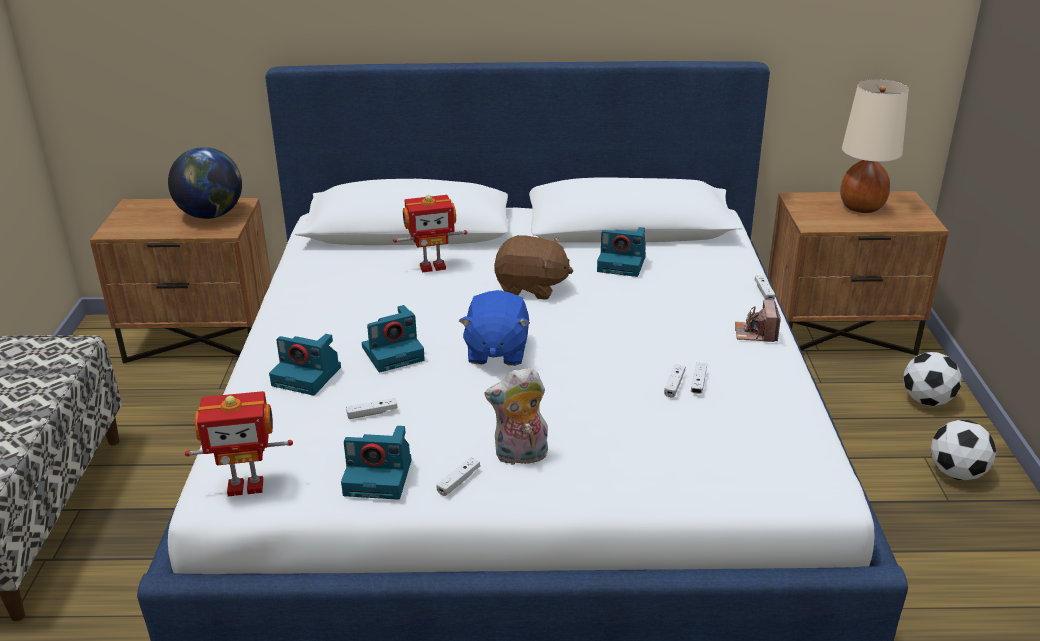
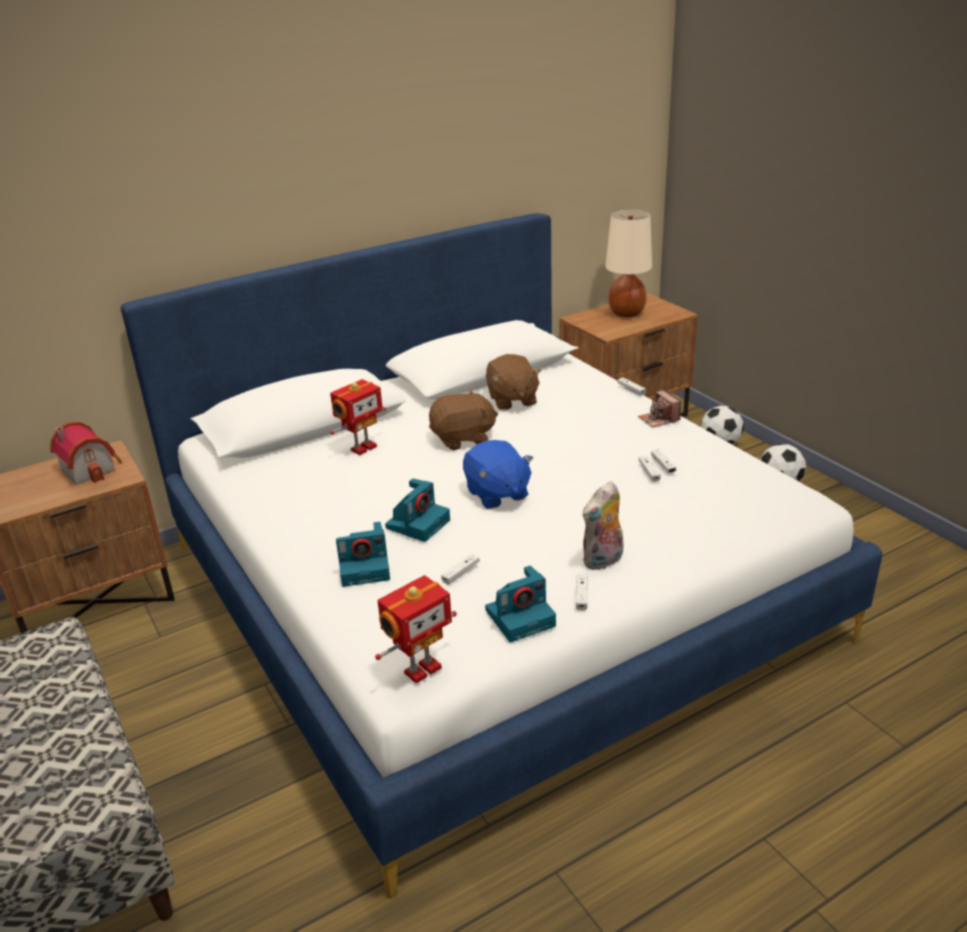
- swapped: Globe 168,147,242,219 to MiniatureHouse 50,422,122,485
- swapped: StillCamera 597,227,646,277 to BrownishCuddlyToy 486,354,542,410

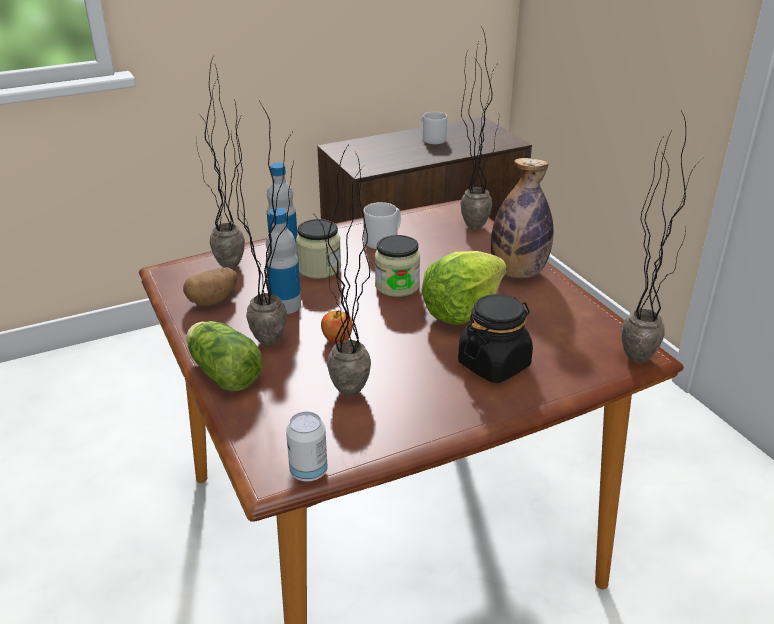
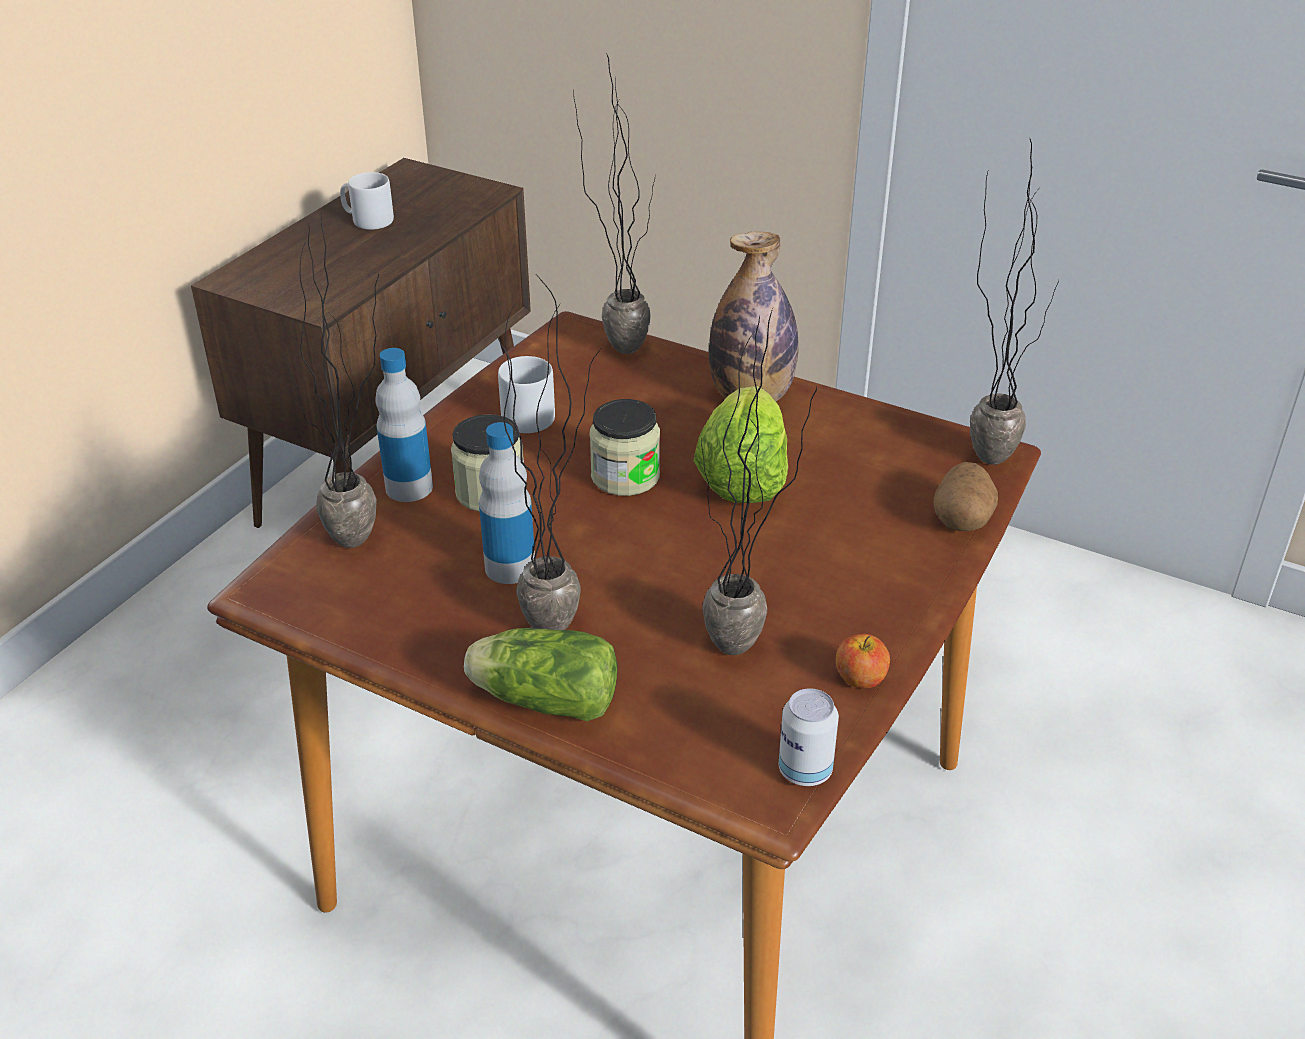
- shifted: Spud 183,267,237,306 to 933,462,998,531
- gone: BlackishStorageJar 458,294,533,383
- shifted: Apple 321,310,353,343 to 836,634,890,688

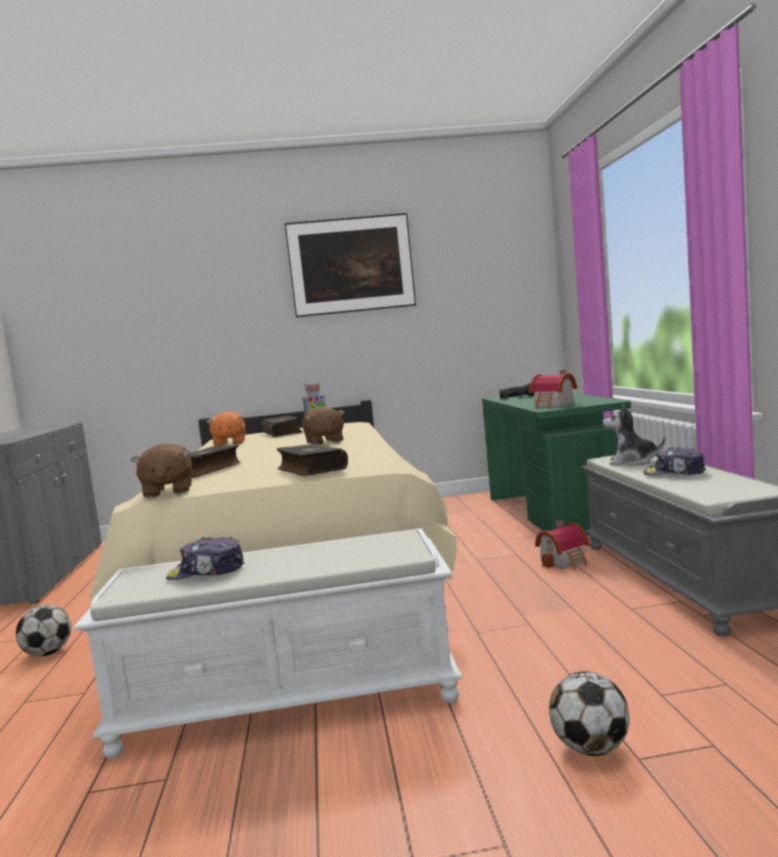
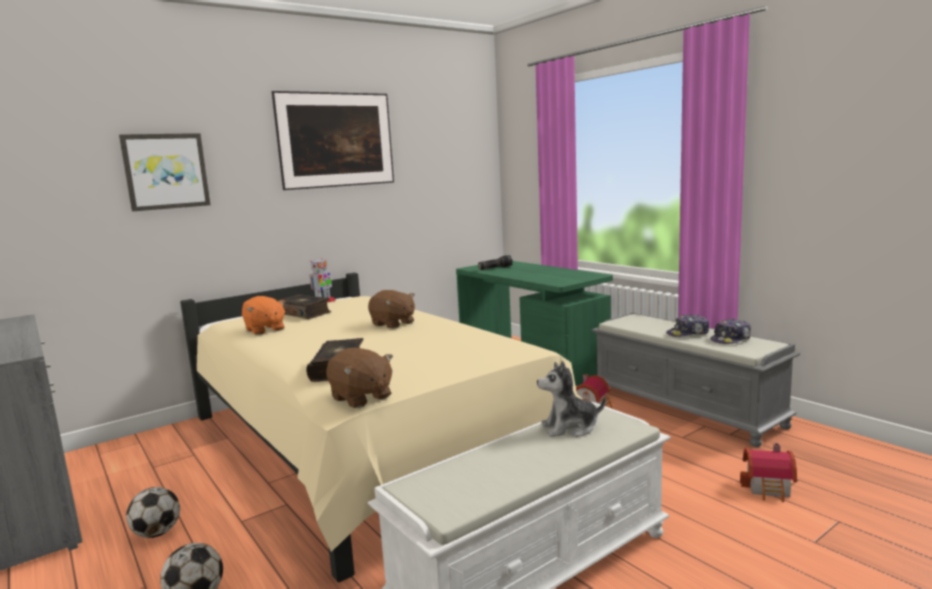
- shifted: MiniatureHouse 529,370,577,409 to 740,443,797,502
- shifted: CuddlyToy 603,403,665,466 to 537,361,606,437
- gone: BoundBook 277,444,348,476
- shifted: PeakedCap 166,537,244,580 to 710,319,751,344
- shifted: FootballBall 549,671,629,756 to 126,487,180,538
- new: WallPicture 119,133,211,211

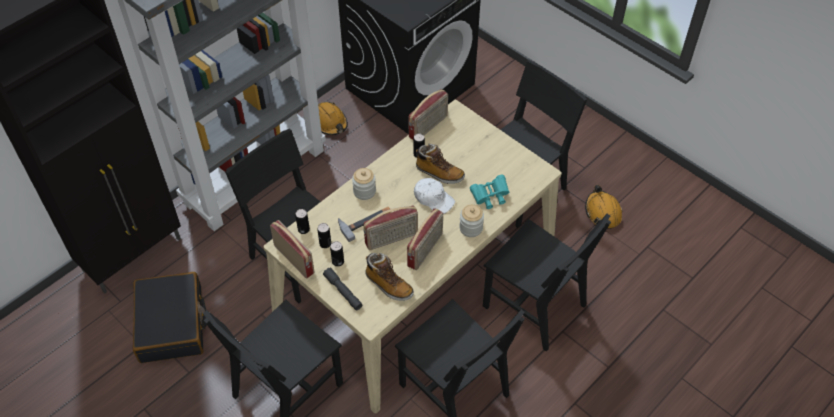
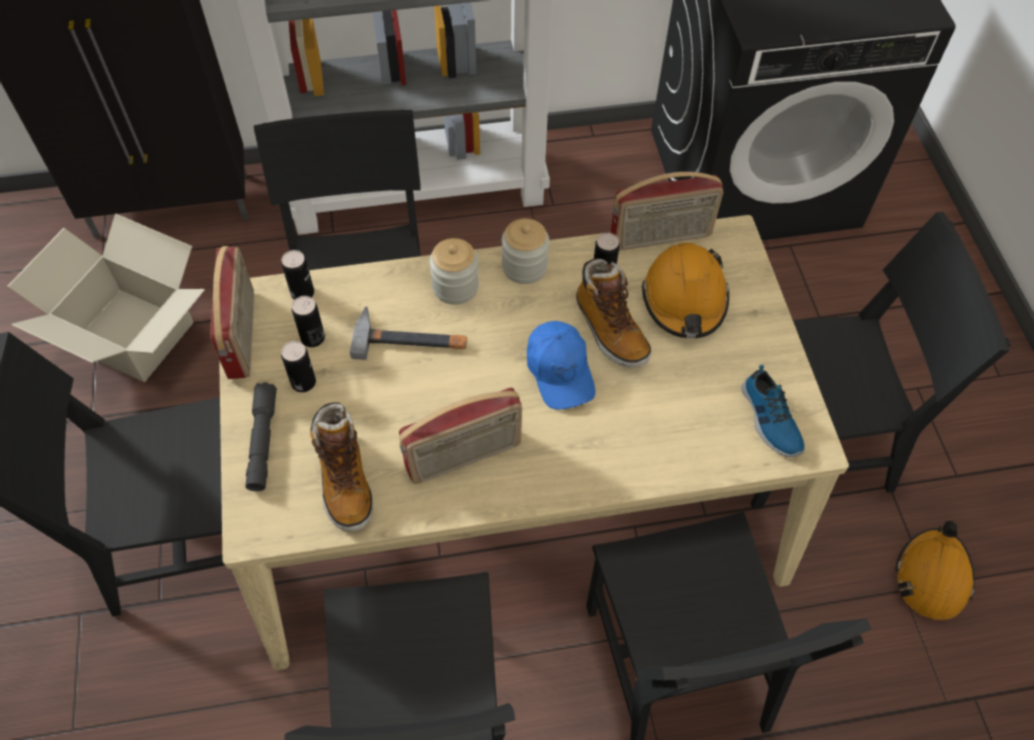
- shifted: OrangeSafetyHelmet 318,102,348,135 to 642,243,729,338
- gone: TurquoisePairOfBinoculars 470,175,509,209
- repainted: WhiteColouredPeakedCap 414,178,455,214 to BluishPeakedCap 527,321,595,410
- shifted: StorageJar 459,205,484,237 to 502,218,549,284
- gone: Radio 363,206,418,250
- swapped: BlackishSuitcase 133,272,207,363 to CardboardBox 7,214,205,383
- new: Shoe 741,365,805,457

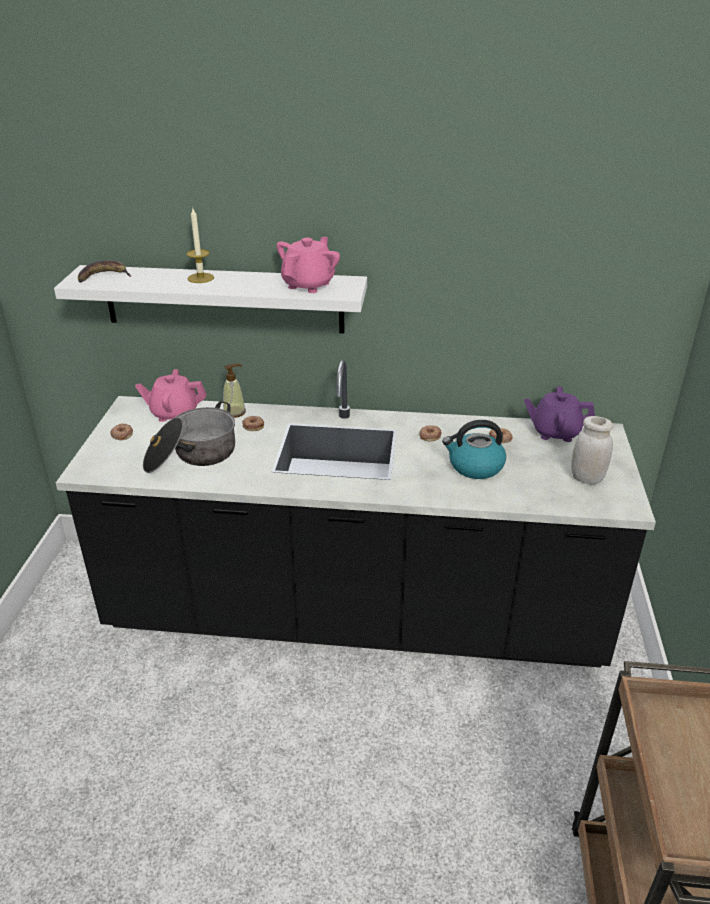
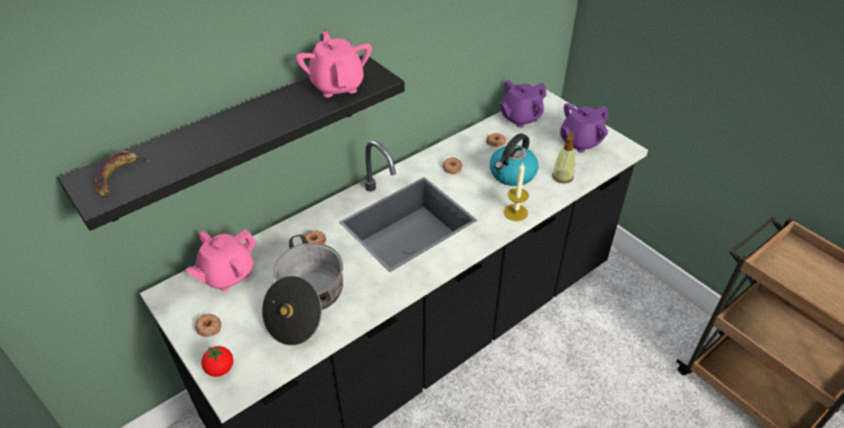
- shifted: WaxCandle 187,208,214,283 to 504,163,529,221
- repainted: WhiteColouredWallShelf 54,265,367,333 to BlackishWallShelf 58,56,405,231
- shifted: SoapBottle 223,364,246,418 to 552,131,575,183
- swapped: WhiteColouredStorageJar 571,416,613,485 to PurplePotForTea 560,103,608,153
- new: FreshTomato 201,346,233,377

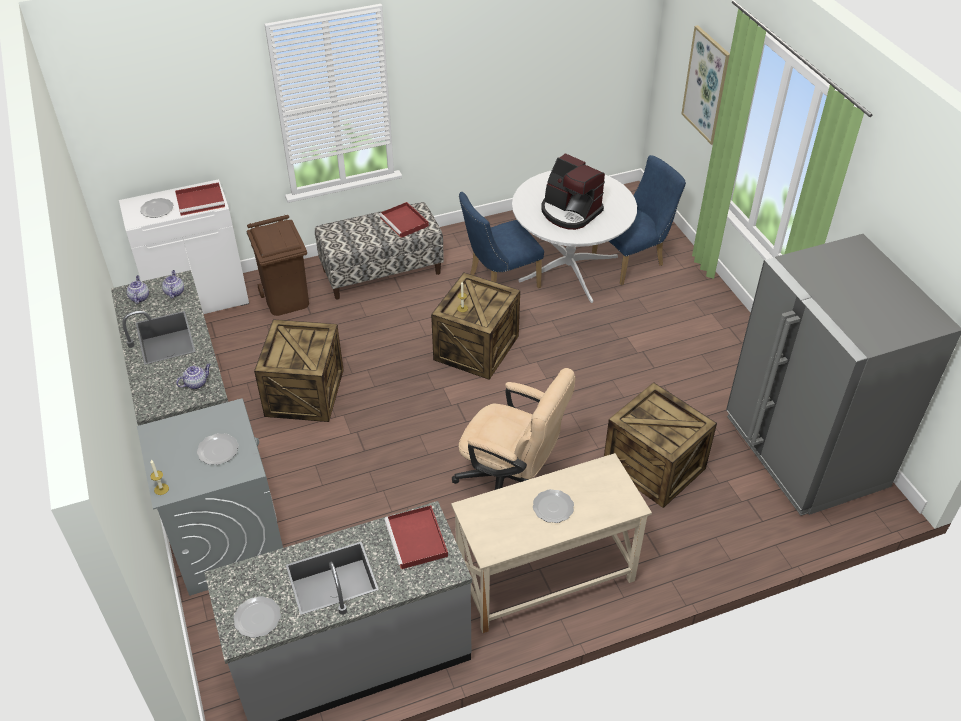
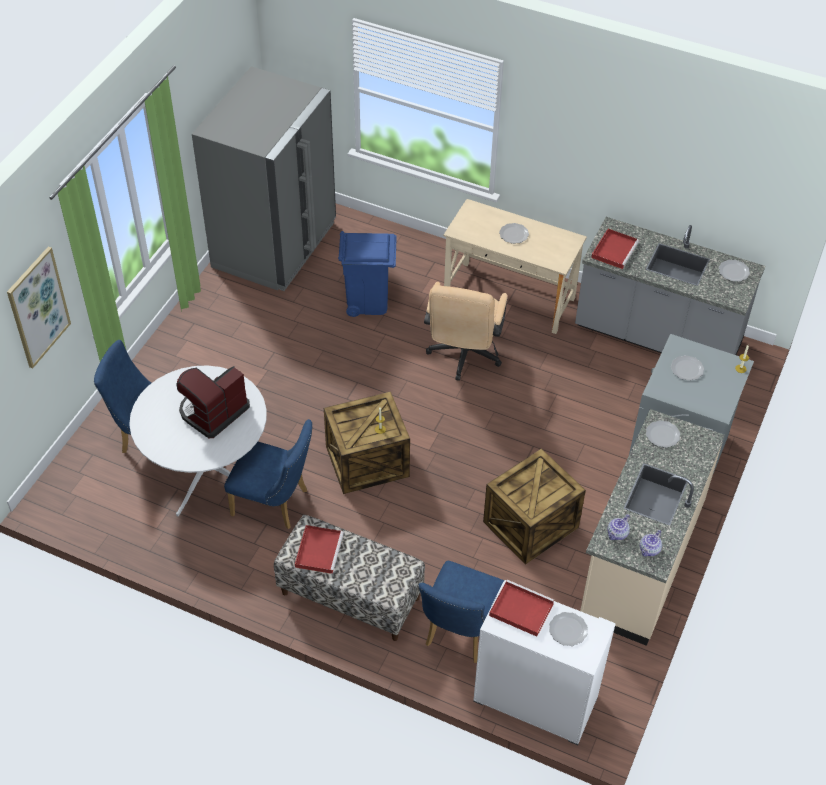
- rotated: CoffeeMachine 541,153,605,230 = 177,366,250,438 135 degrees counterclockwise
- swapped: BrownishRubbishBin 247,215,309,316 to BluishChair 419,561,504,663
- swapped: PotForTea 176,363,211,389 to FlatDish 646,420,680,448
- rotated: BeigeColouredDeskChair 452,368,576,490 = 424,282,508,381 150 degrees counterclockwise
- swapped: ShippingCrate 604,382,717,508 to BluishRubbishBin 338,231,397,317

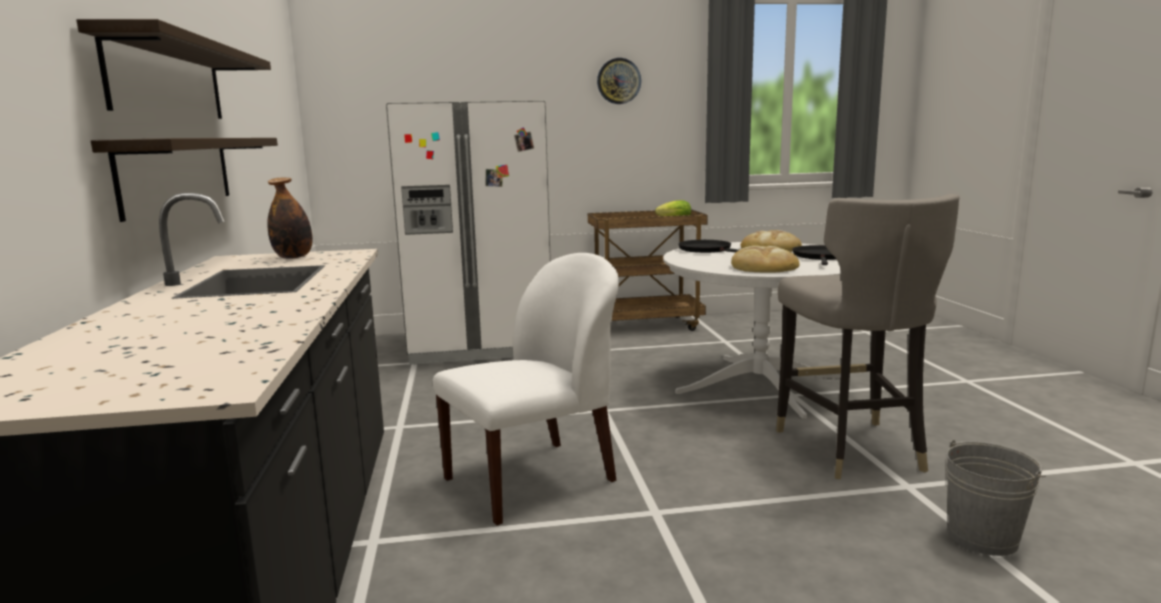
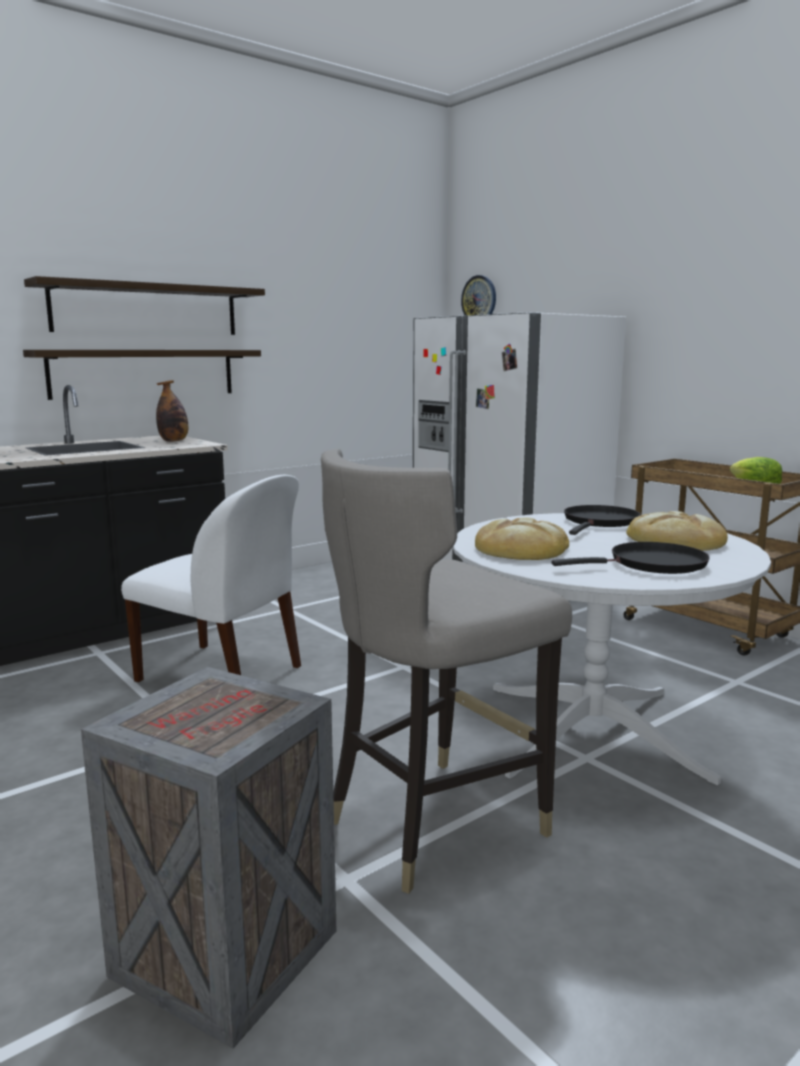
- shifted: ClockOnTheWall 597,58,641,104 to 461,275,496,316
- swapped: GreyBucket 946,440,1046,556 to ShippingCrate 81,667,336,1049

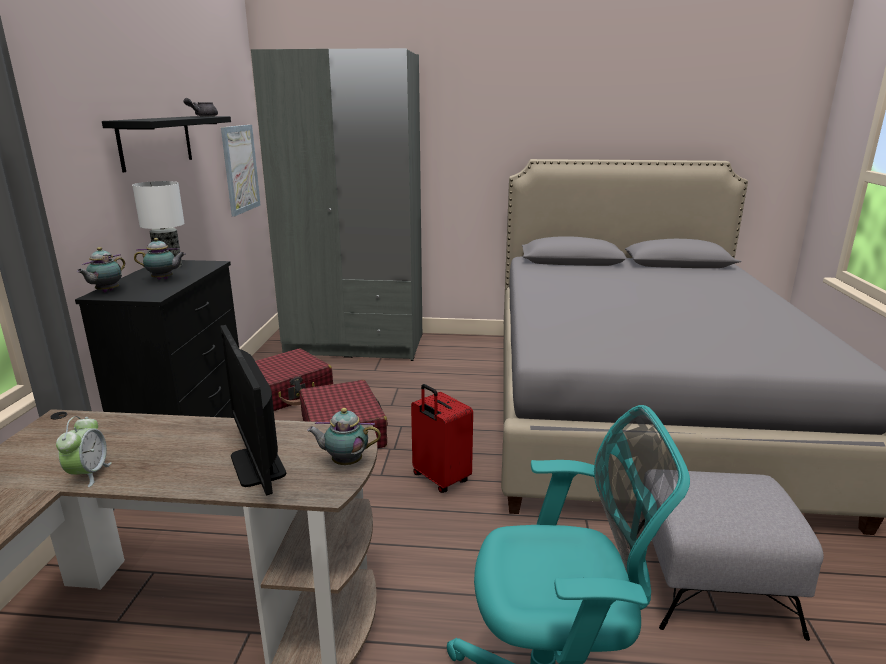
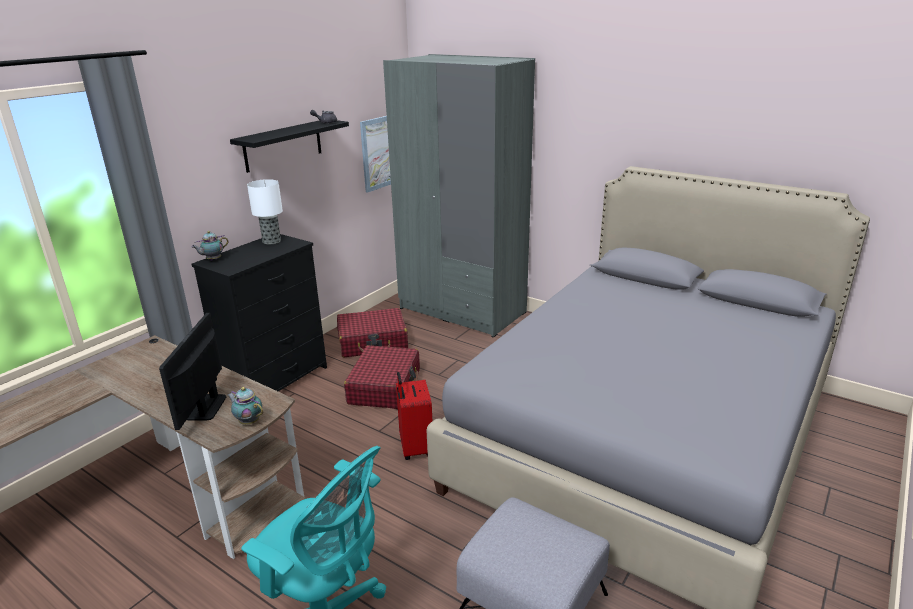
- gone: PotForTea 134,238,186,280
- gone: BedsideClock 56,416,112,487

